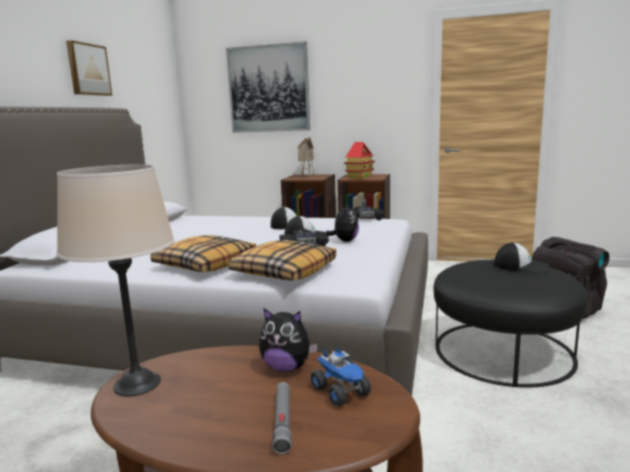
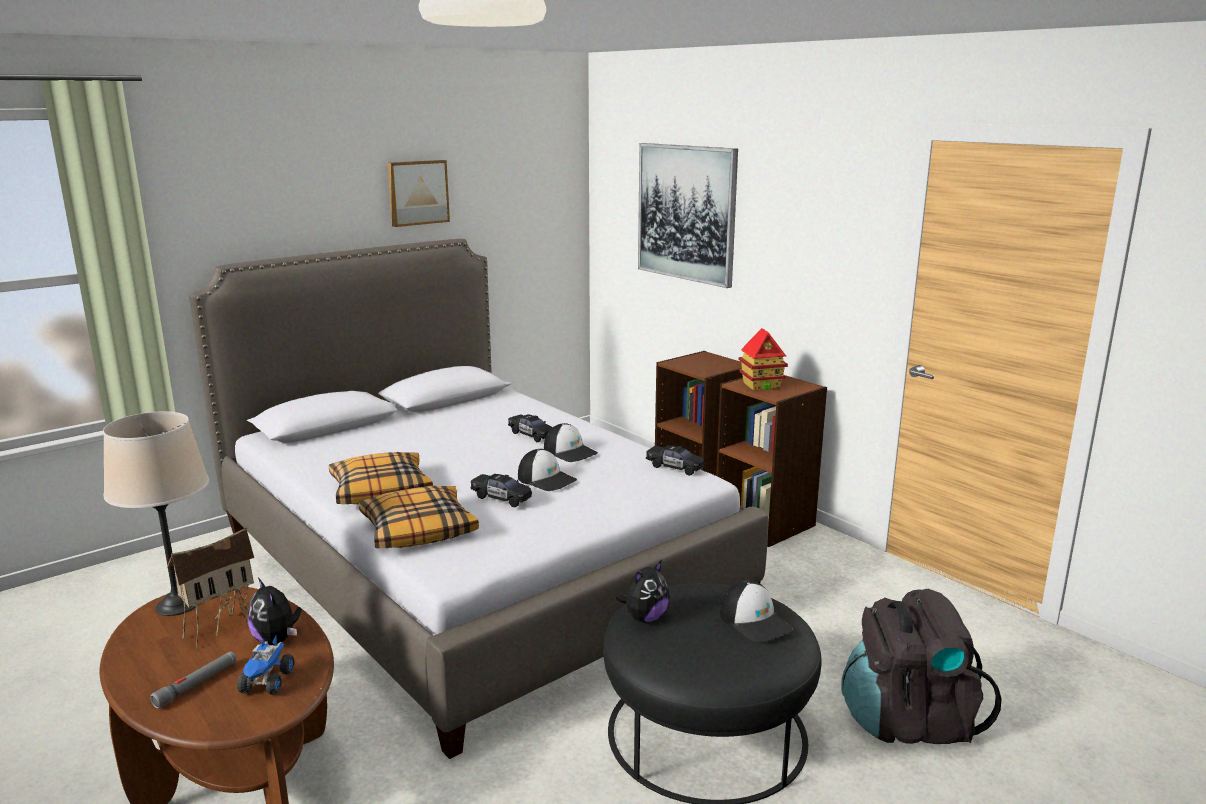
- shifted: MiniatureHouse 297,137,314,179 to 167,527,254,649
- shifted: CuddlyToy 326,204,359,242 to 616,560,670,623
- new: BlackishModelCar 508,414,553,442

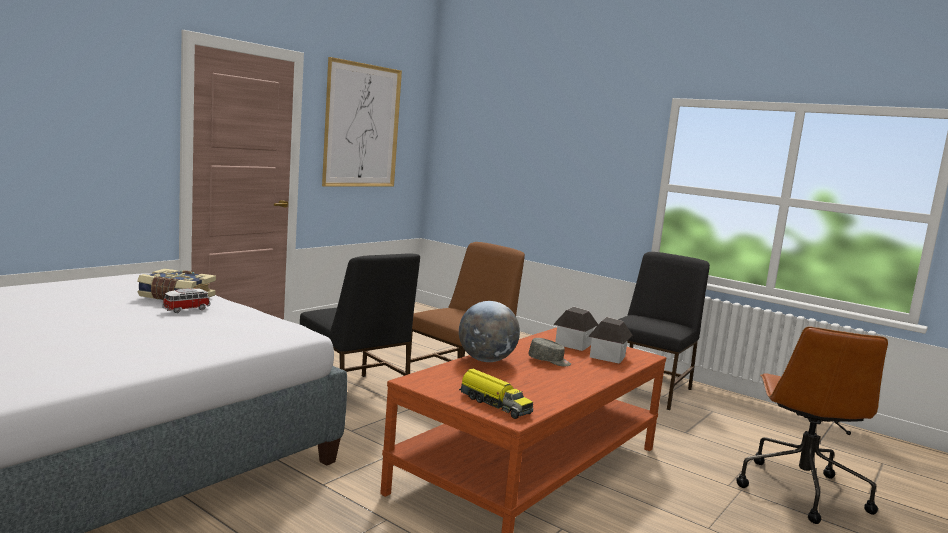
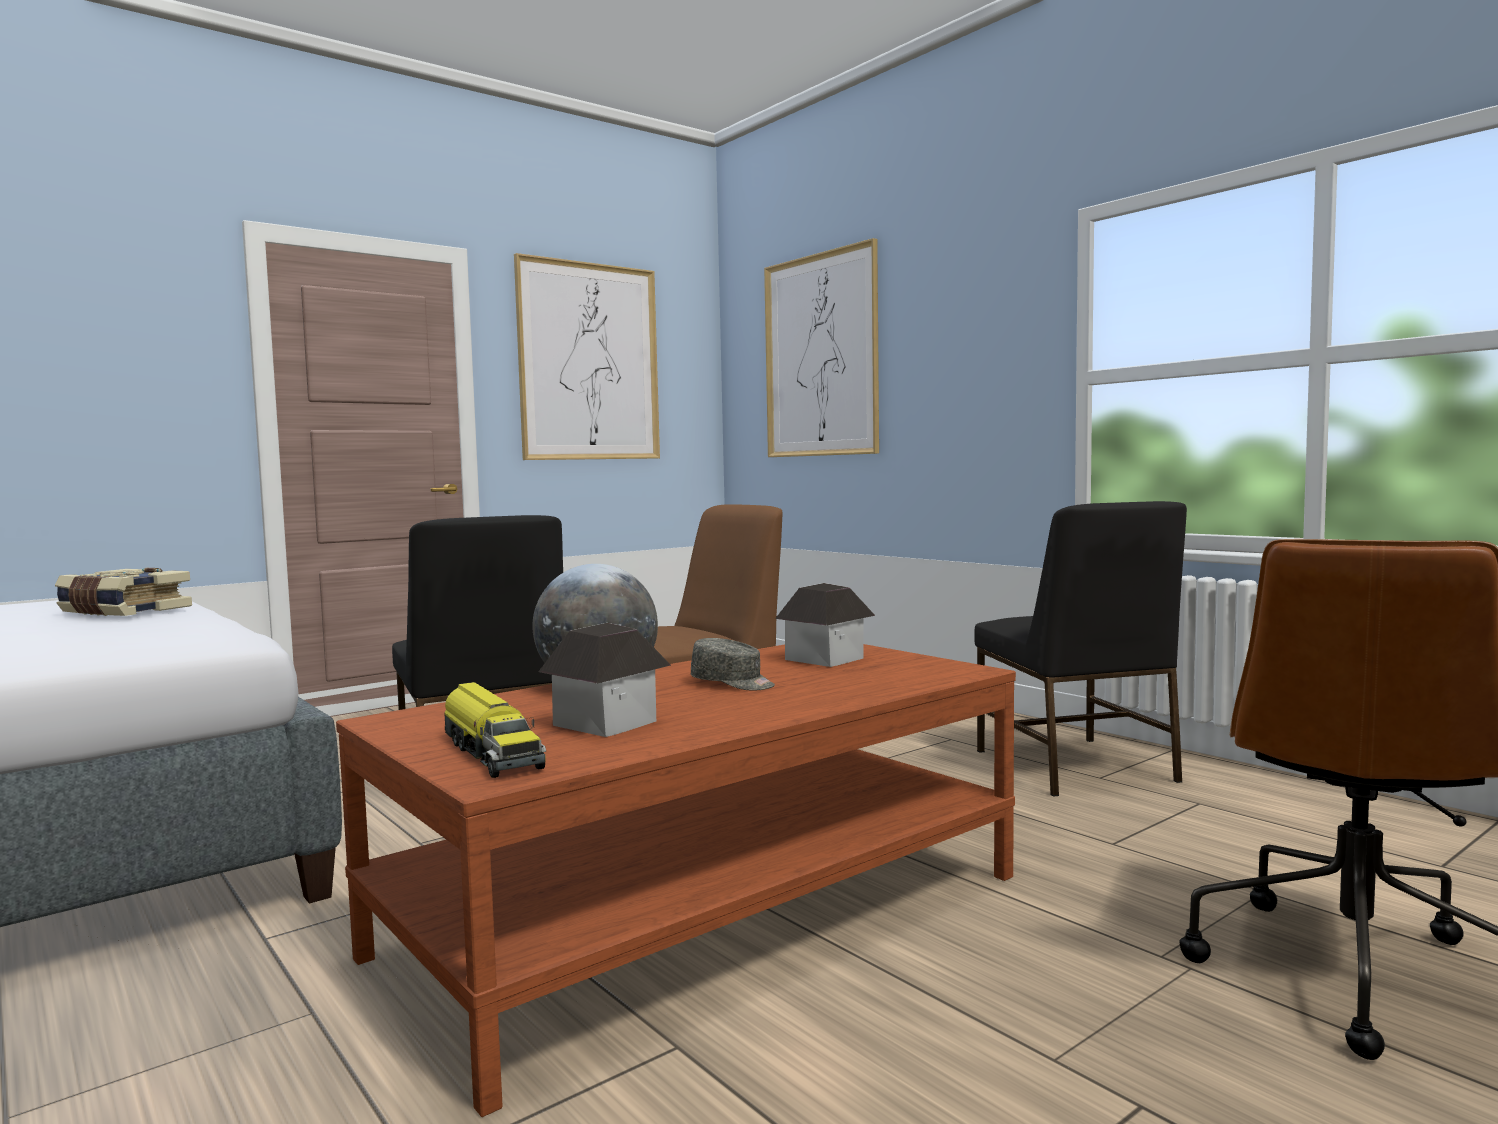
- rotated: BlackishChair 618,252,710,410 = 974,501,1187,797 120 degrees clockwise
- gone: ModelCar 162,288,210,313
- shifted: MiniatureHouse 588,317,633,363 to 538,623,671,737
- new: WallPicture 764,238,879,457

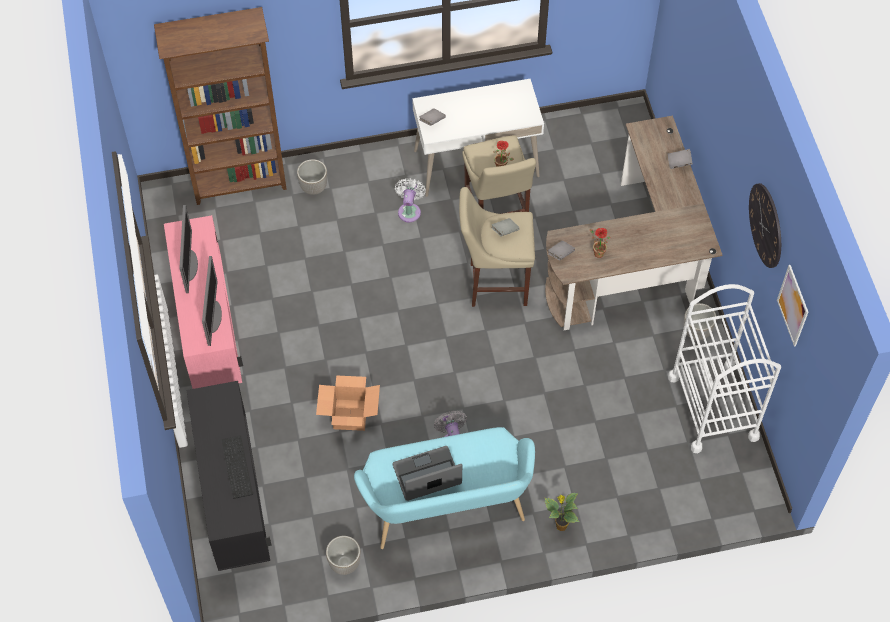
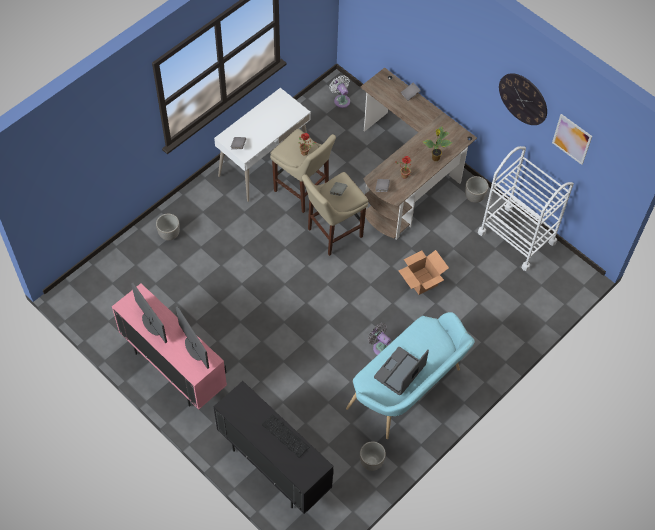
- gone: BrownishBookcase 154,7,287,205
- shifted: WhiteColouredCoolingFan 395,178,426,222 to 329,75,350,108
- shifted: CardboardBox 316,375,380,431 to 398,250,449,295
- shifted: Houseplant 544,493,579,531 to 422,127,452,161

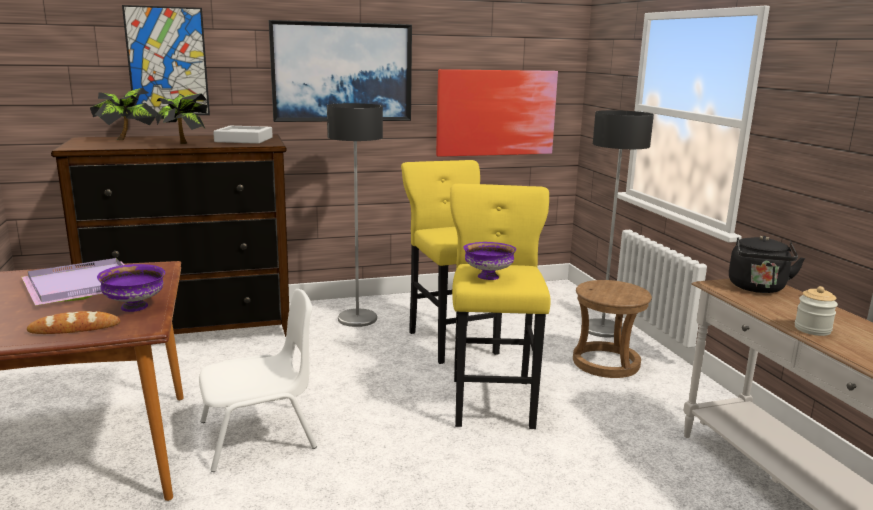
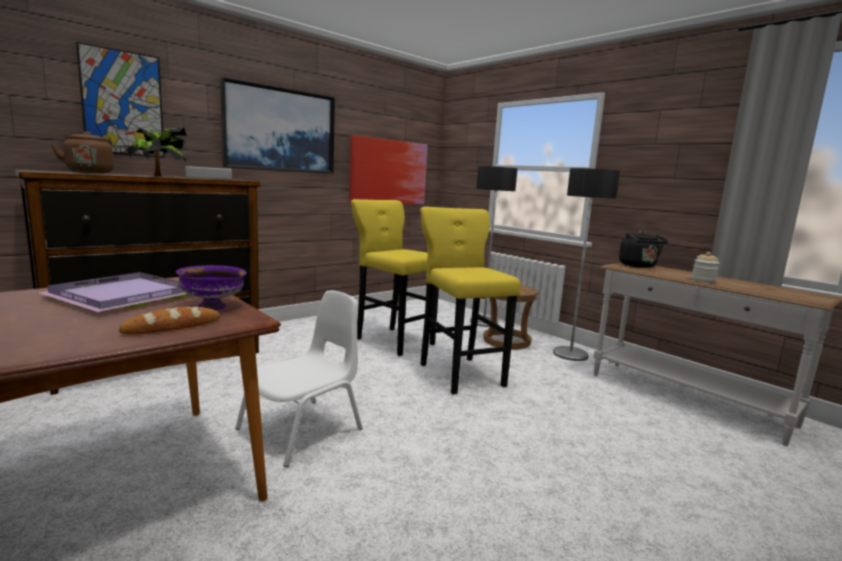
- swapped: Houseplant 90,88,158,140 to BrownishTeaKettle 51,131,114,173
- shifted: StandardLamp 327,103,383,327 to 553,168,620,361
- gone: PurpleBowl 463,242,516,280

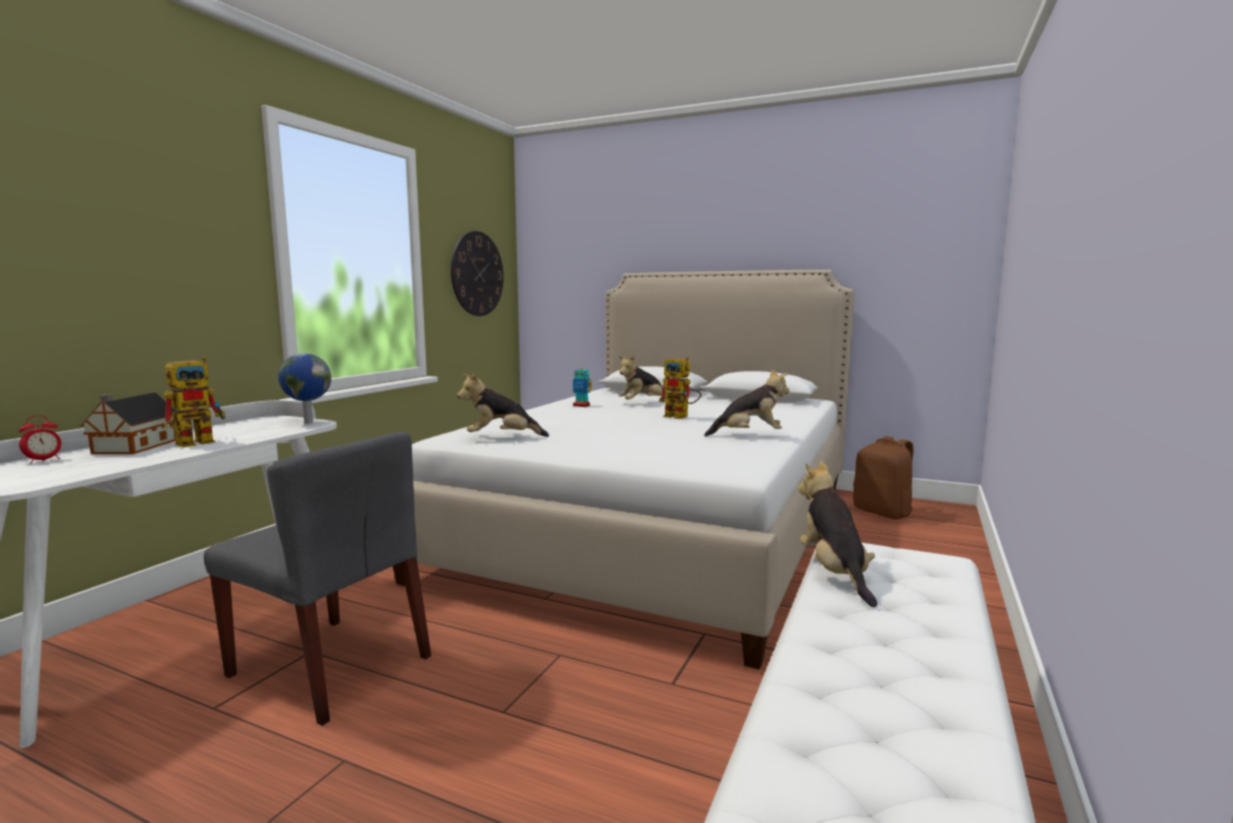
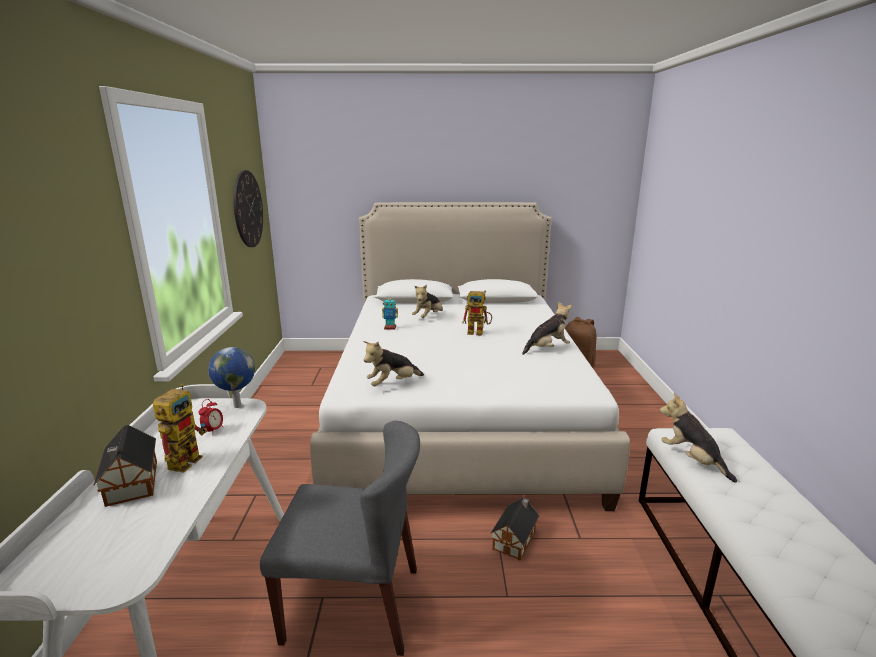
- shifted: BedsideClock 19,415,61,463 to 198,399,224,432
- new: MiniatureHouse 490,497,539,561

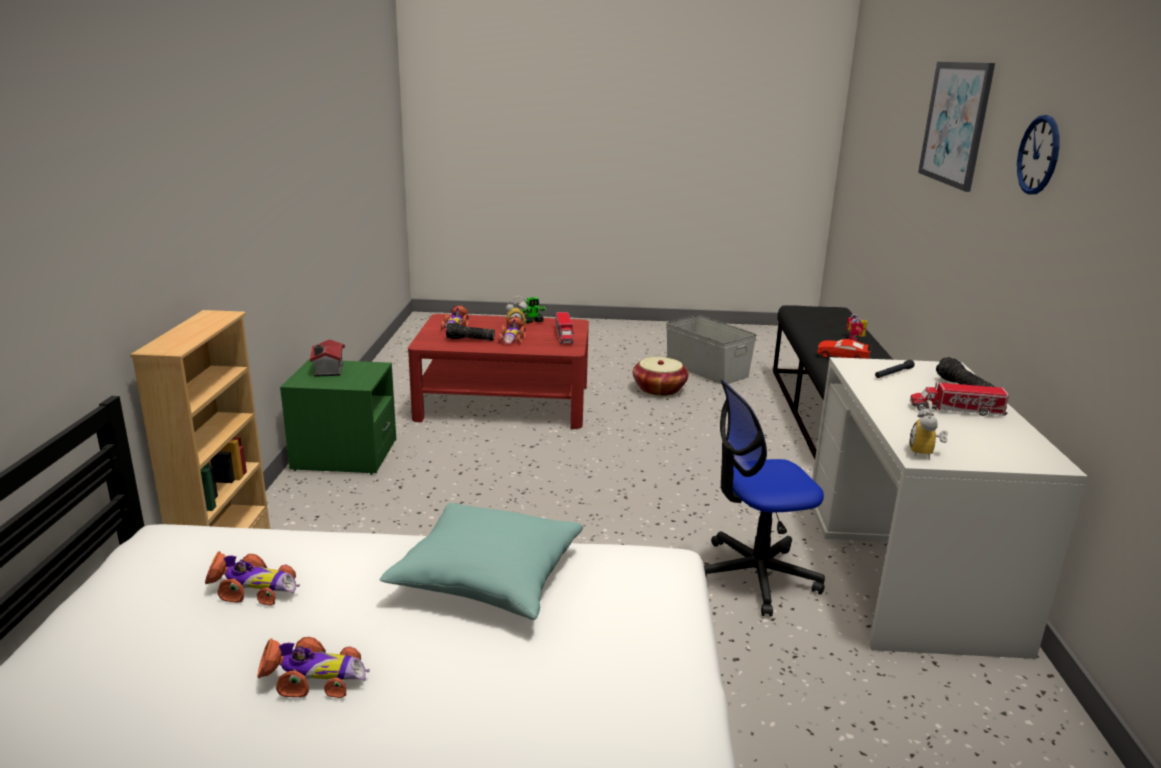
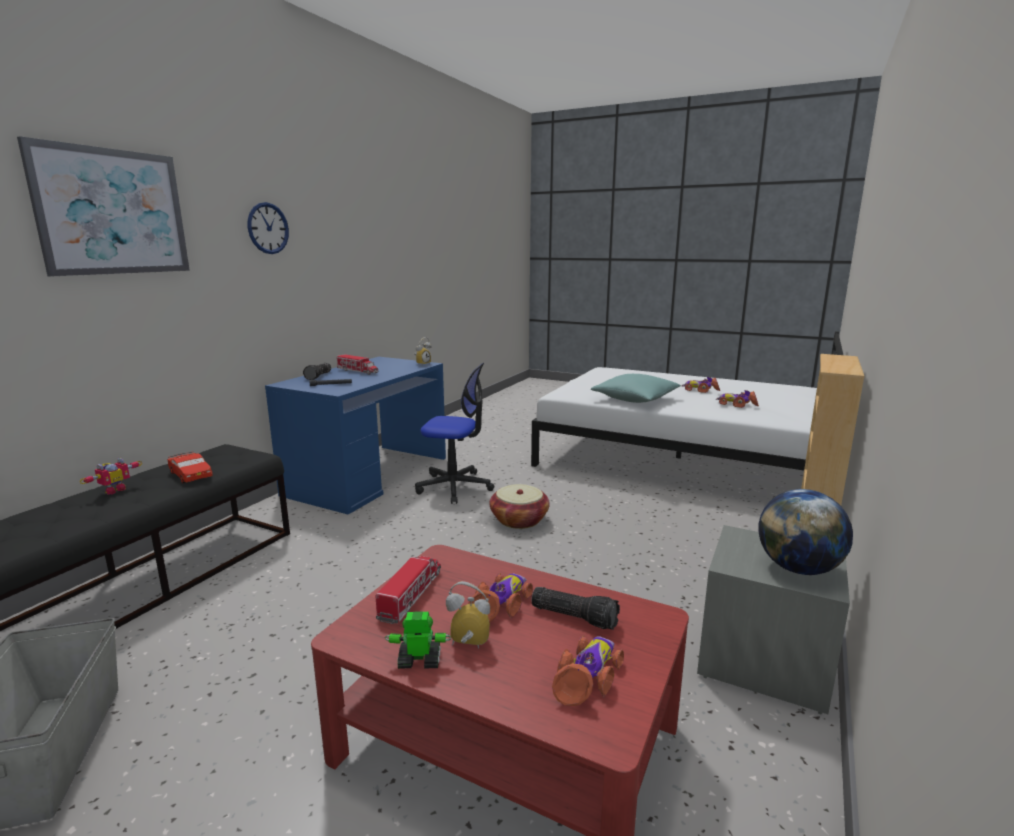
- swapped: MiniatureHouse 310,339,345,377 to Globe 758,489,853,575
- shifted: StorageBasket 633,357,689,396 to 490,484,550,529
- repainted: WhiteColouredDeskUnit 812,357,1088,659 to BluishDeskUnit 265,357,446,515
- repainted: GreenNightTable 280,359,396,475 to GreyNightTable 697,525,850,714

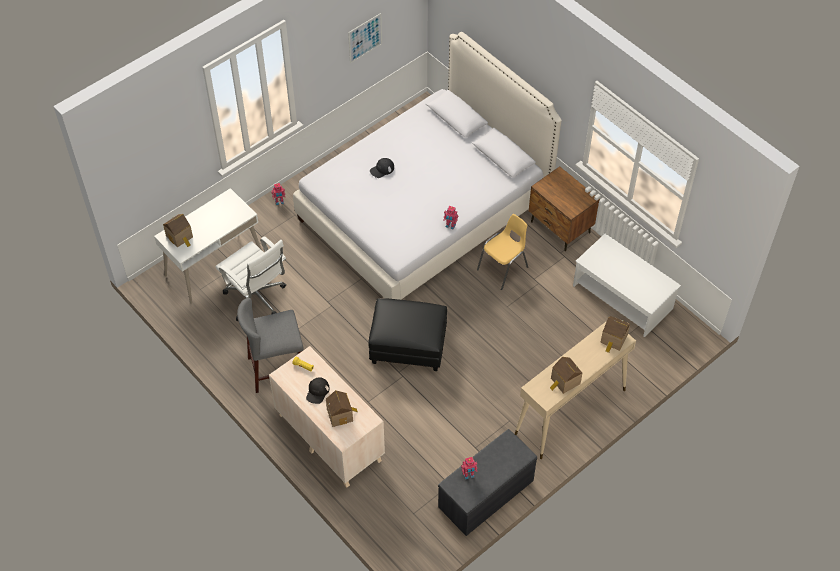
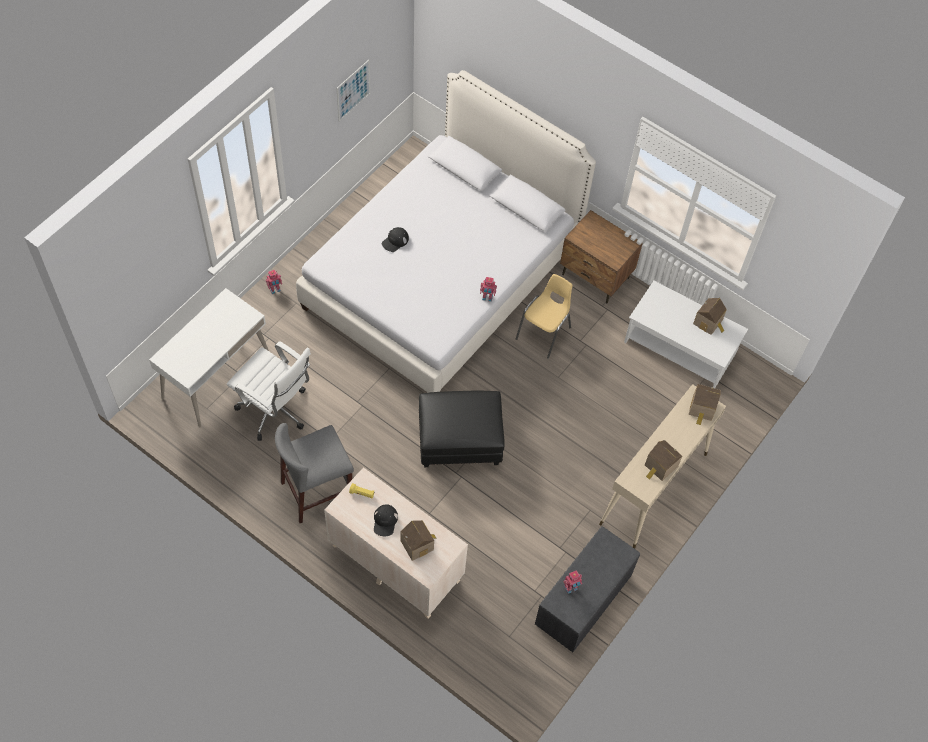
- shifted: MiniatureHouse 163,214,193,248 to 693,298,727,335

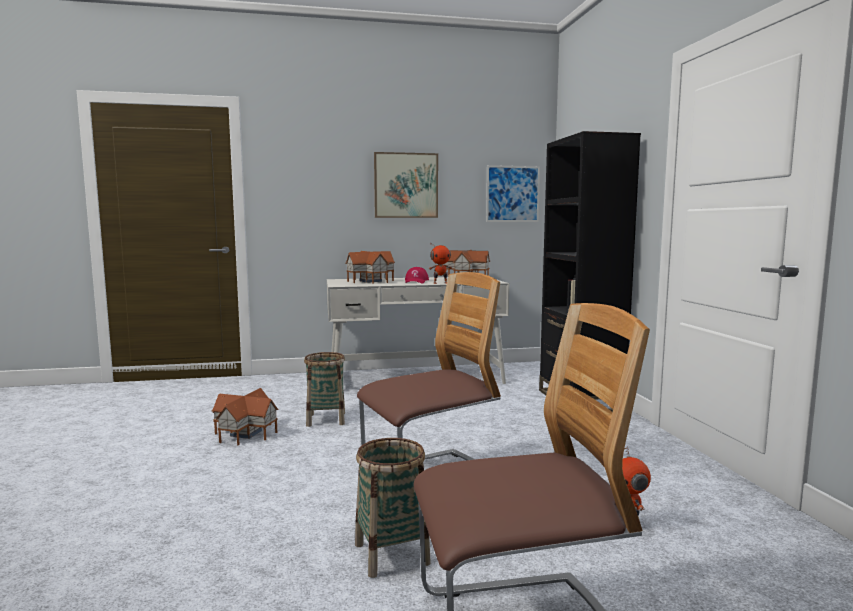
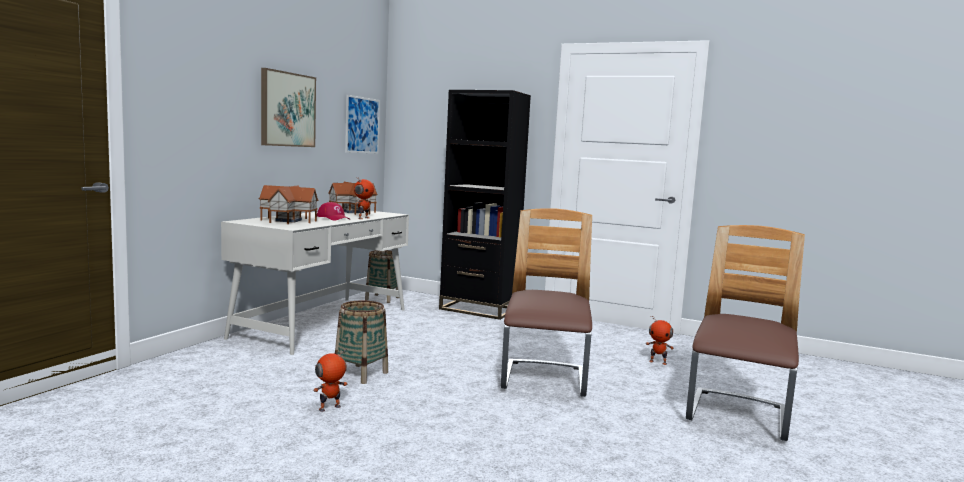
- swapped: MiniatureHouse 212,388,278,445 to ToyRobot 313,349,348,412
- shifted: StorageBasket 355,438,431,578 to 365,250,399,303

